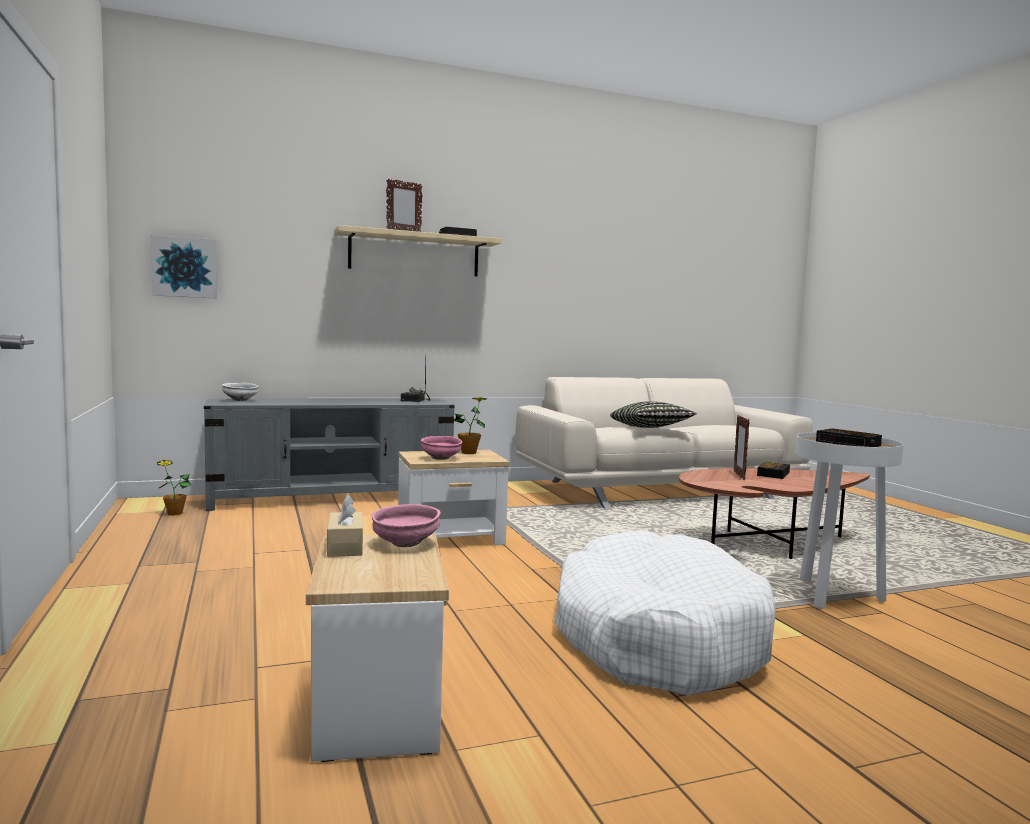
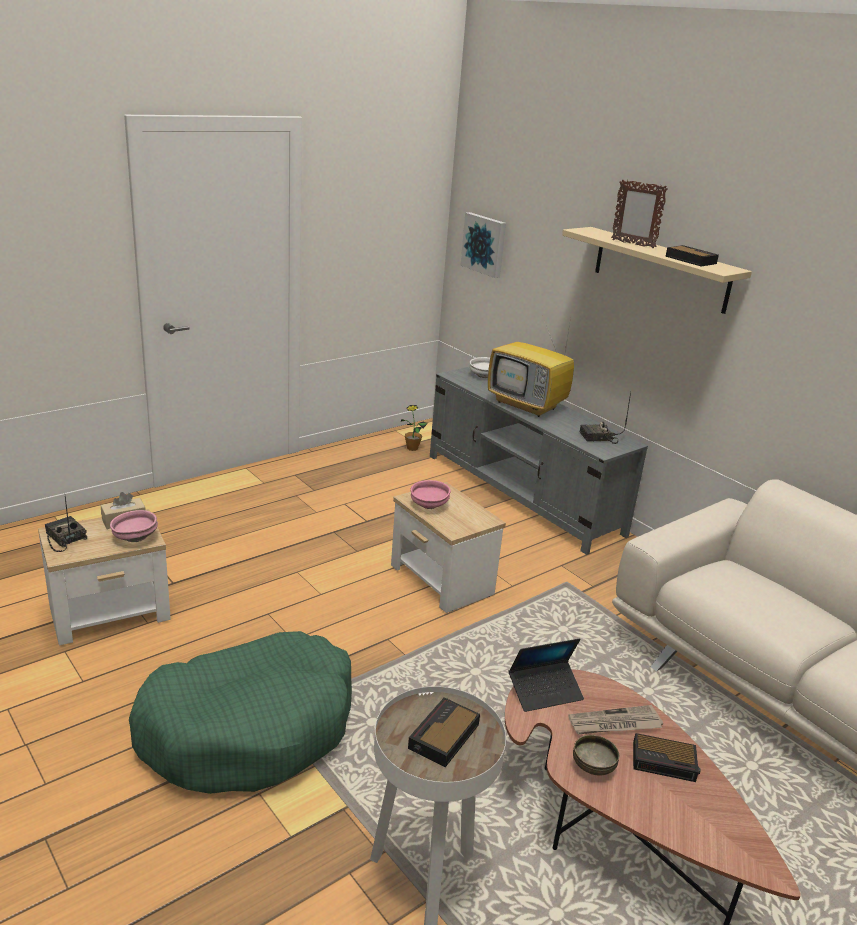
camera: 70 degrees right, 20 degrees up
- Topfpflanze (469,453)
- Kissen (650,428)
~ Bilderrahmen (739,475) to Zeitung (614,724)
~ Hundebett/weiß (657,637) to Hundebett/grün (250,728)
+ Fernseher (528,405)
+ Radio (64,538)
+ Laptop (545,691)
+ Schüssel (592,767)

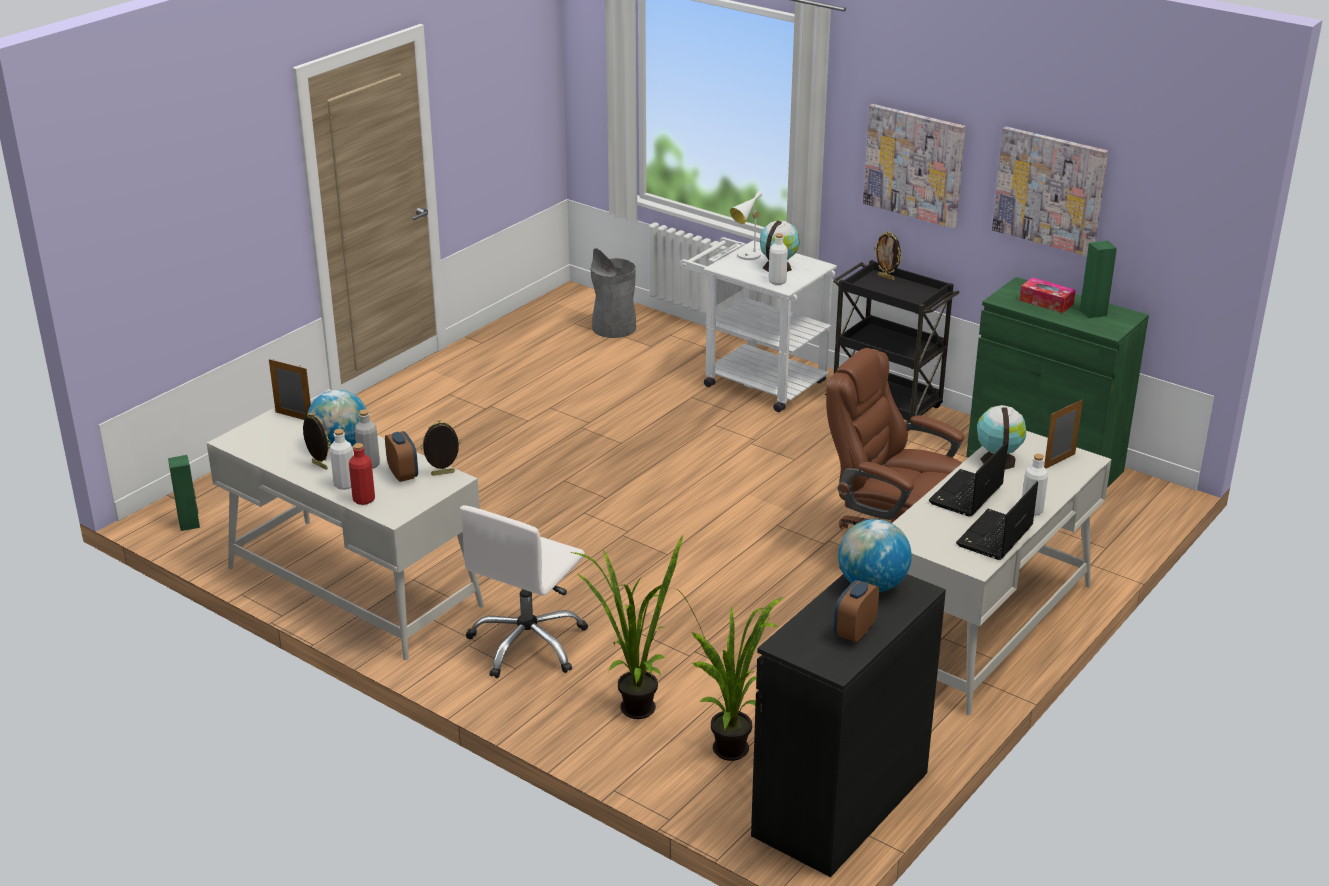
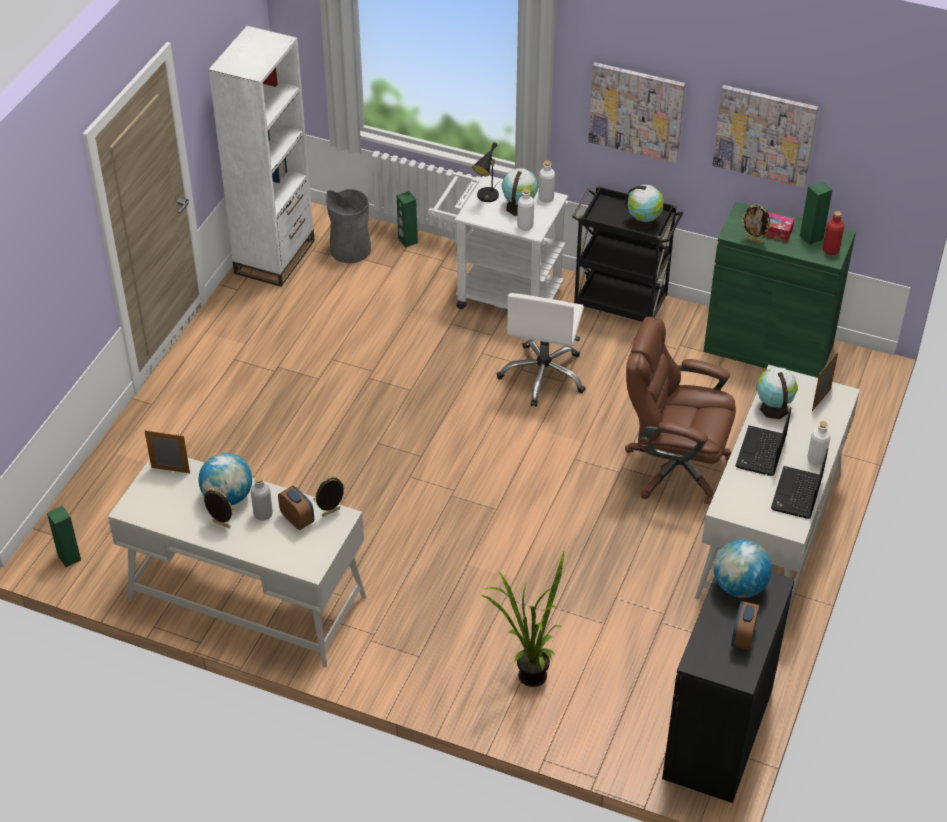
camera: 15 degrees left, 15 degrees up
~ Tischlampe/weiß (746,256) to Tischlampe/schwarz (487,197)
~ Bilderrahmen (886,277) to (753,240)
~ Flasche/weiß (344,484) to (546,198)
~ Flasche/rot (364,499) to (830,250)
~ Bürostuhl/weiß (528,644) to (543,375)
- Topfpflanze (732,756)
+ Bücherregal/weiß (275,257)
+ Globus (643,223)
+ Lautsprecher/grün (407,241)

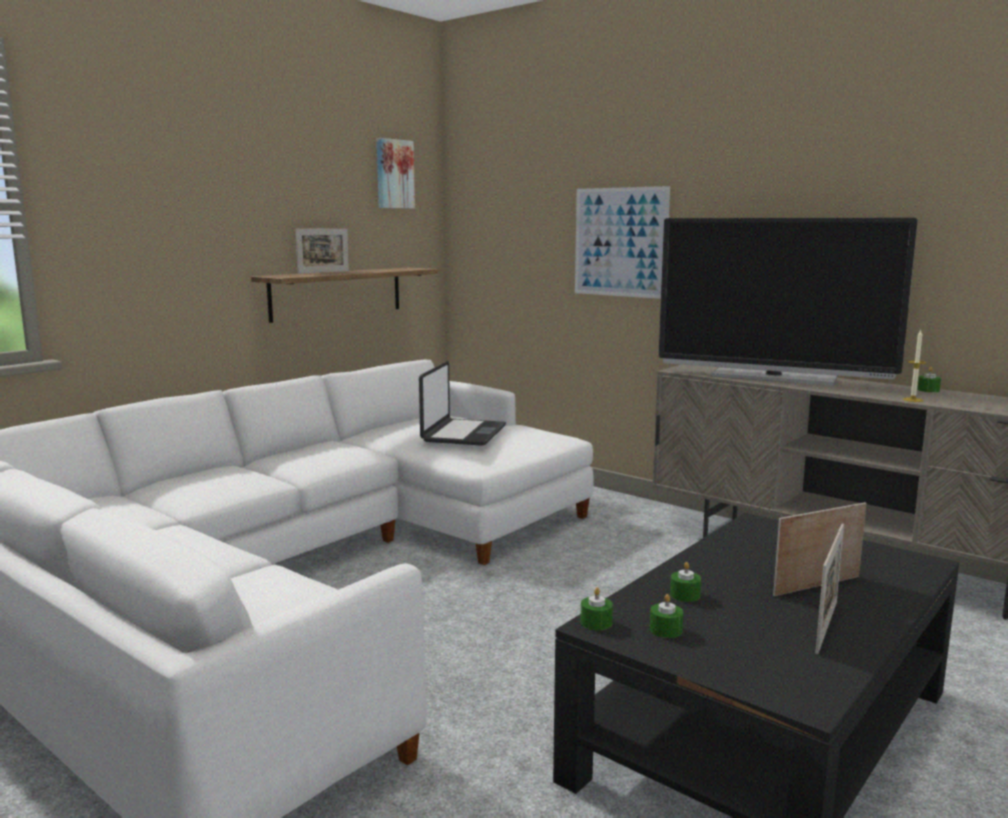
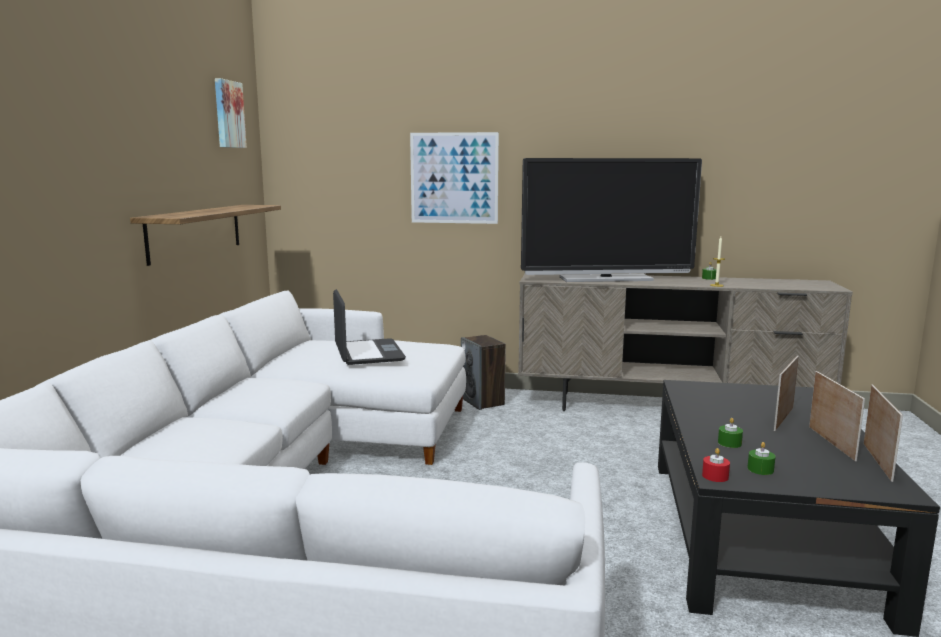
camera: 30 degrees left, 0 degrees up
~ Bilderrahmen (323,272) to (877,461)
~ Kerze/grün (596,622) to Kerze/rot (715,476)
+ Lautsprecher (483,401)

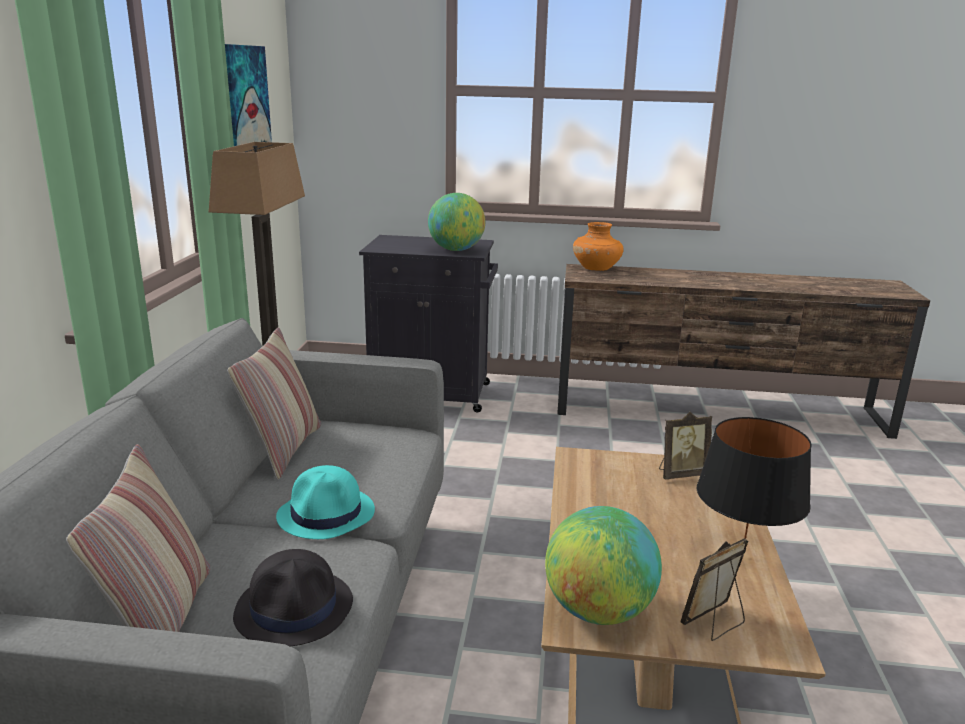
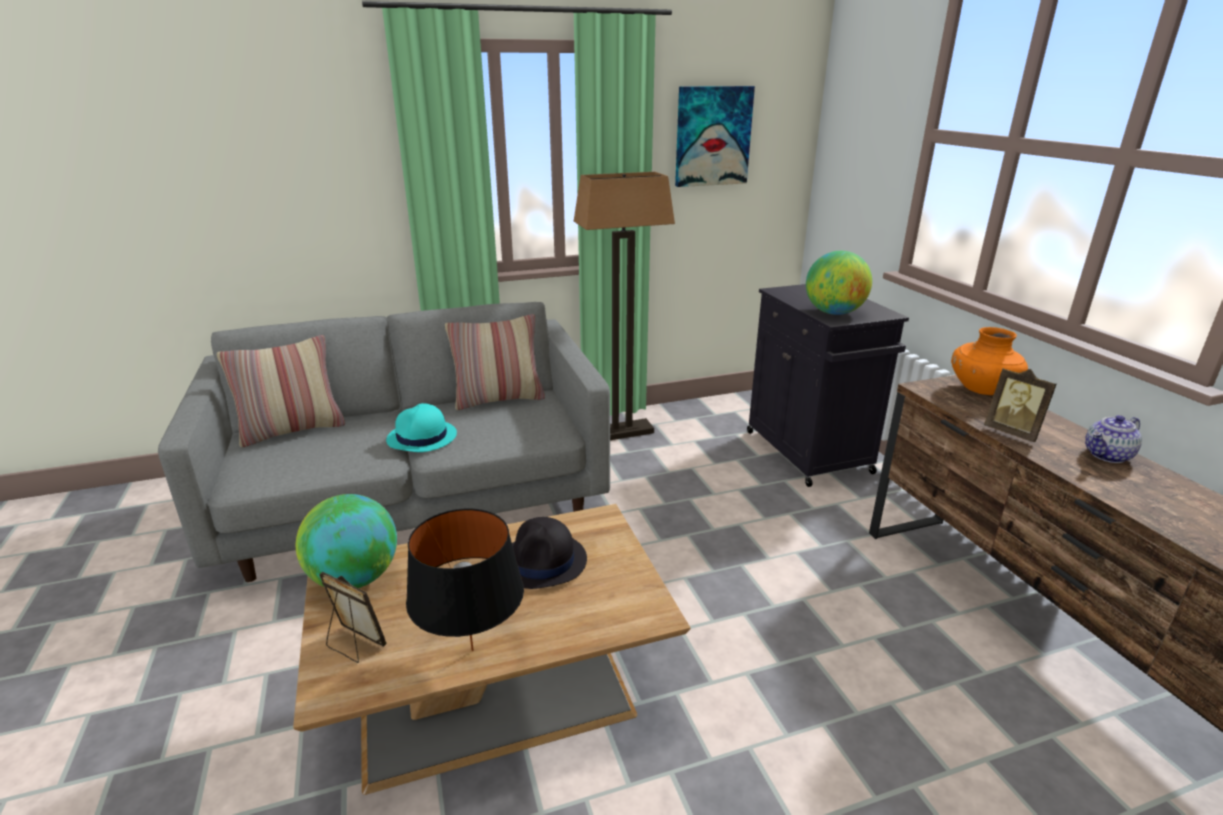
camera: 65 degrees right, 5 degrees up
~ Bilderrahmen (681,474) to (1013,432)
~ Hut/schwarz (295,608) to (543,562)
+ Teekanne (1107,456)

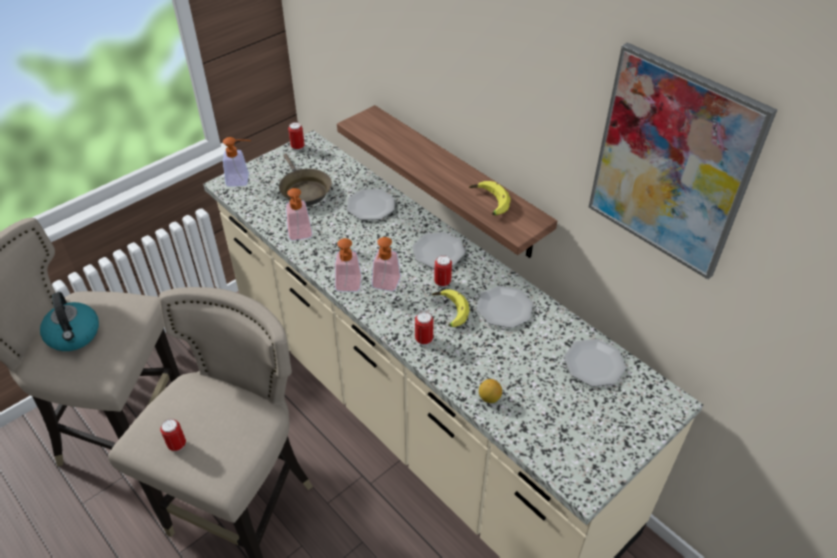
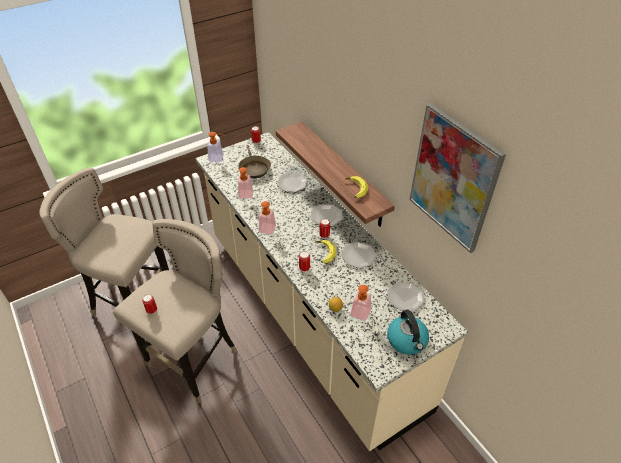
camera: 10 degrees right, 0 degrees up
~ Seifenspender (384,286) to (359,316)
~ Wasserkessel (74,335) to (407,341)

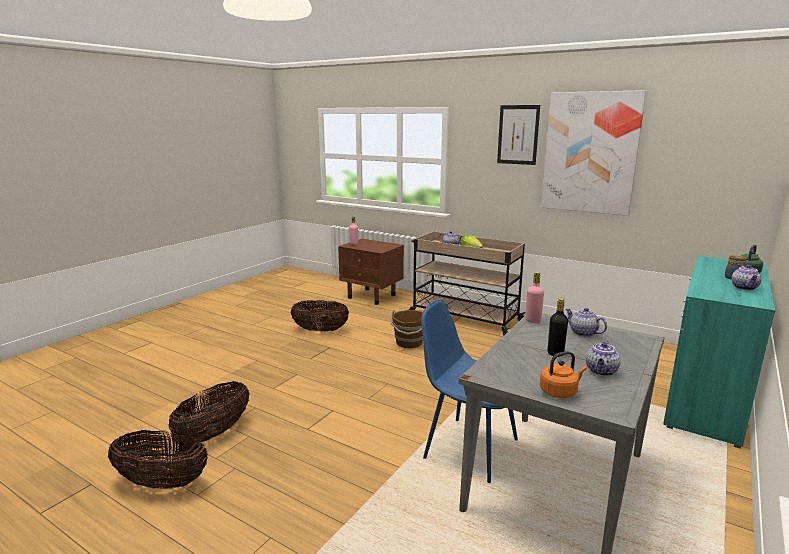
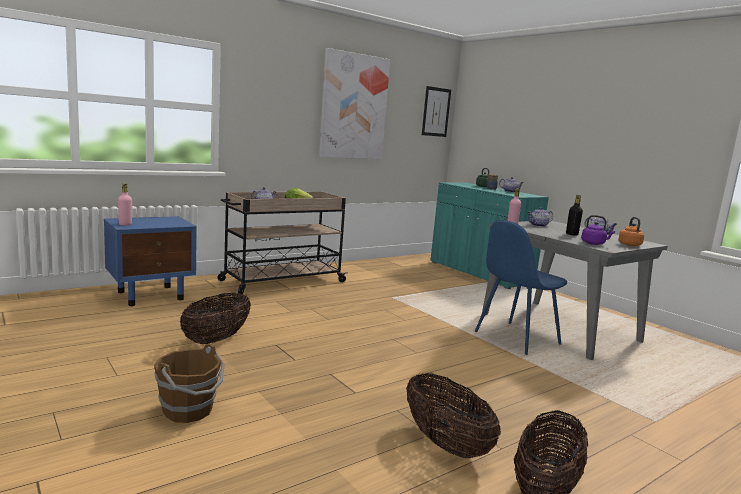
camera: 70 degrees left, 5 degrees down
~ Bild (518,135) to (436,112)
~ Nachttisch/braun (372,296) to Nachttisch/blau (151,295)
~ Eimer/braun (409,343) to (189,410)
+ Wasserkessel/lila (594,243)

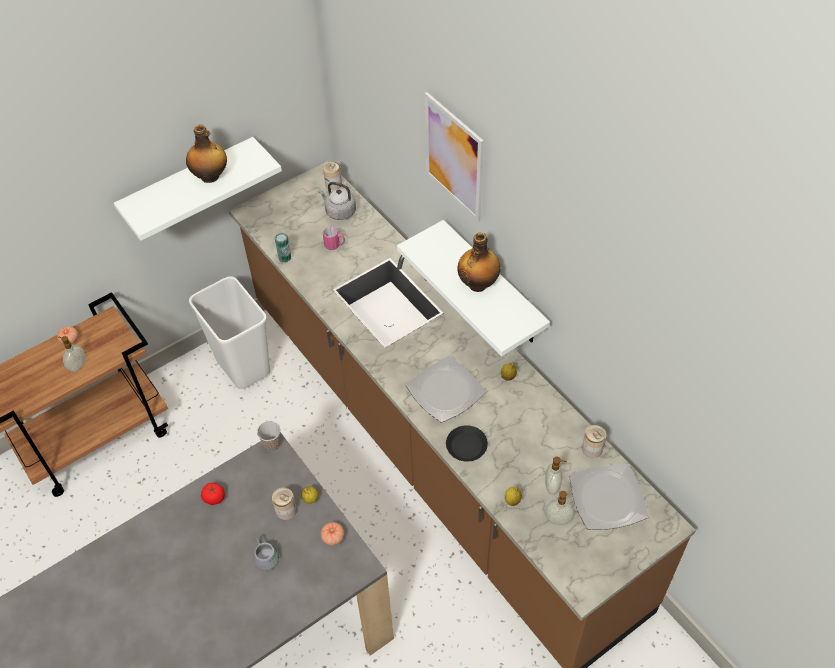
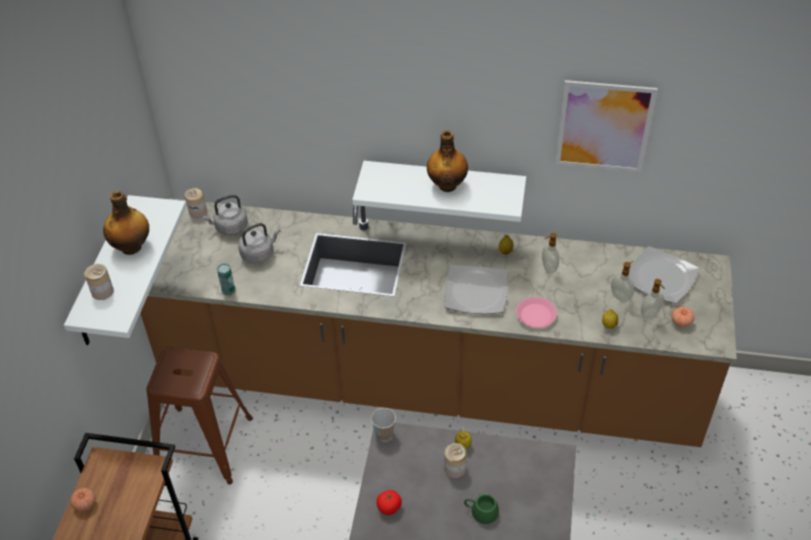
camera: 45 degrees left, 5 degrees down
~ Bild (454,157) to (604,126)
~ Henkelbecher/rosa (335,245) to Wasserkessel/grau (259,253)
~ Mülleimer/weiß (241,366) to Hocker/braun (202,445)
~ Seifenspender (77,365) to (548,268)
~ Teller/schwarz (466,445) to Teller/rosa (535,315)
~ Dose (592,448) to (102,291)
~ Tomate (333,537) to (681,322)
~ Henkelbecher/grau (267,555) to Henkelbecher/grün (481,509)

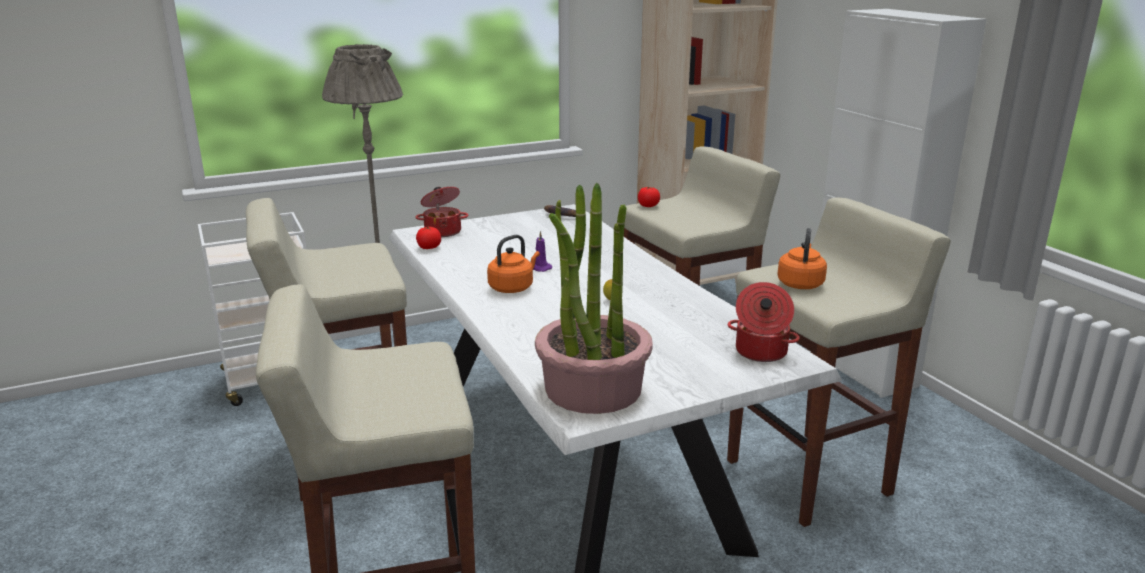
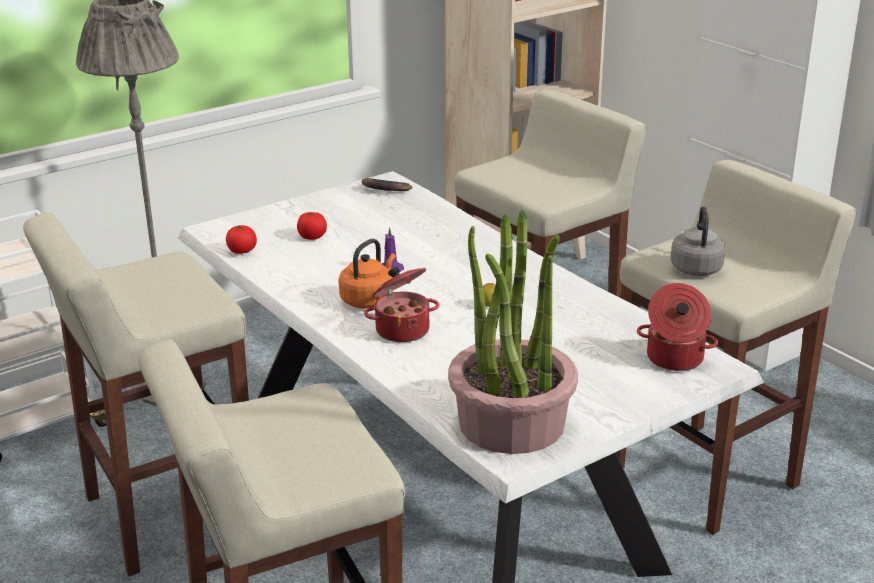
camera: 10 degrees left, 5 degrees up
~ Kochtopf (443,231) to (402,329)
~ Tomate (648,206) to (312,237)
~ Wasserkessel/orange (800,283) to Wasserkessel/grau (696,268)

